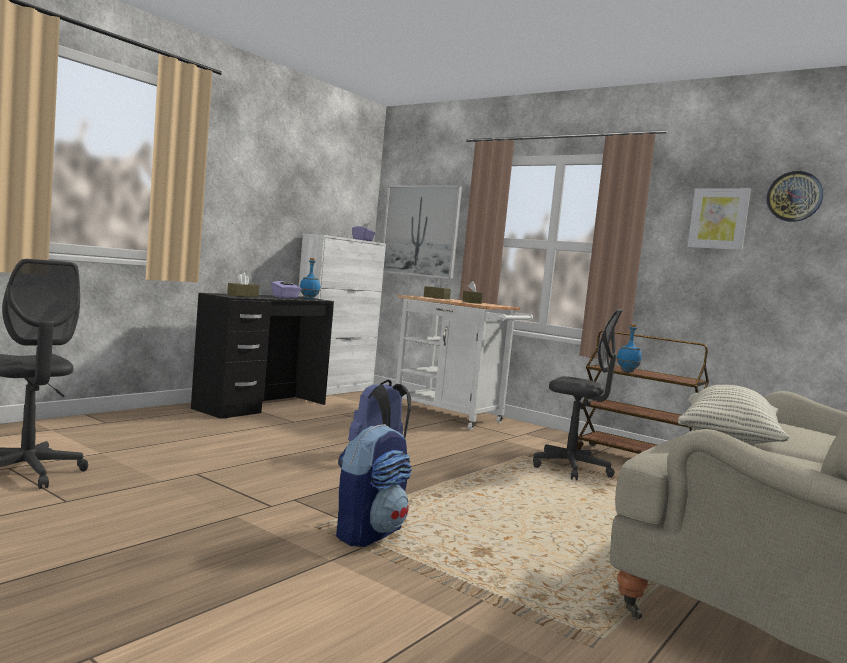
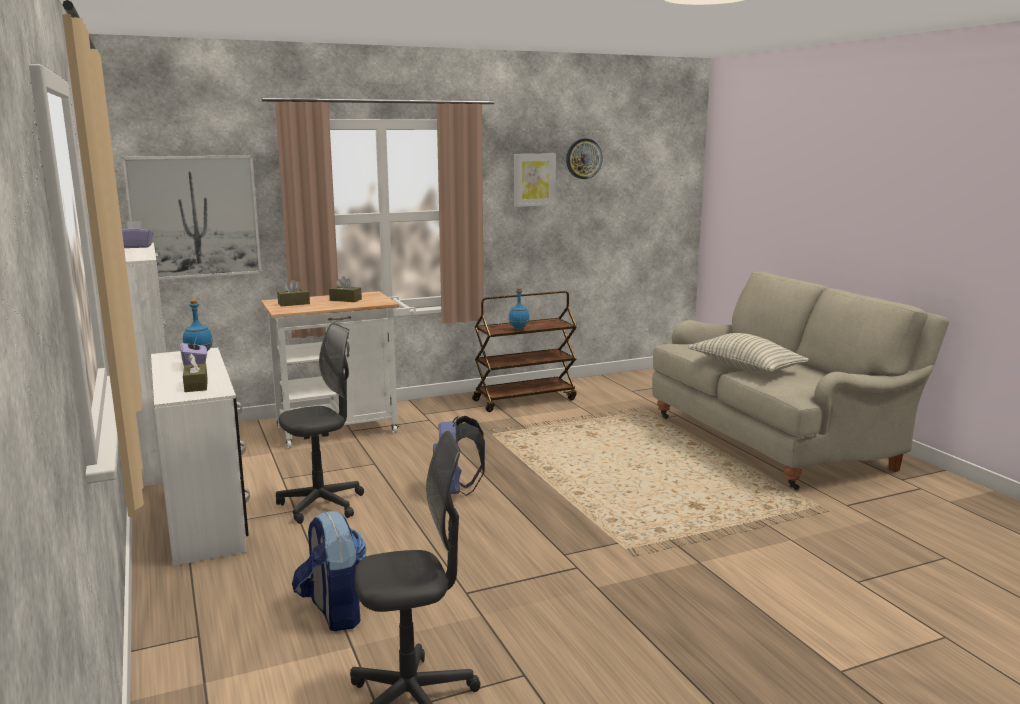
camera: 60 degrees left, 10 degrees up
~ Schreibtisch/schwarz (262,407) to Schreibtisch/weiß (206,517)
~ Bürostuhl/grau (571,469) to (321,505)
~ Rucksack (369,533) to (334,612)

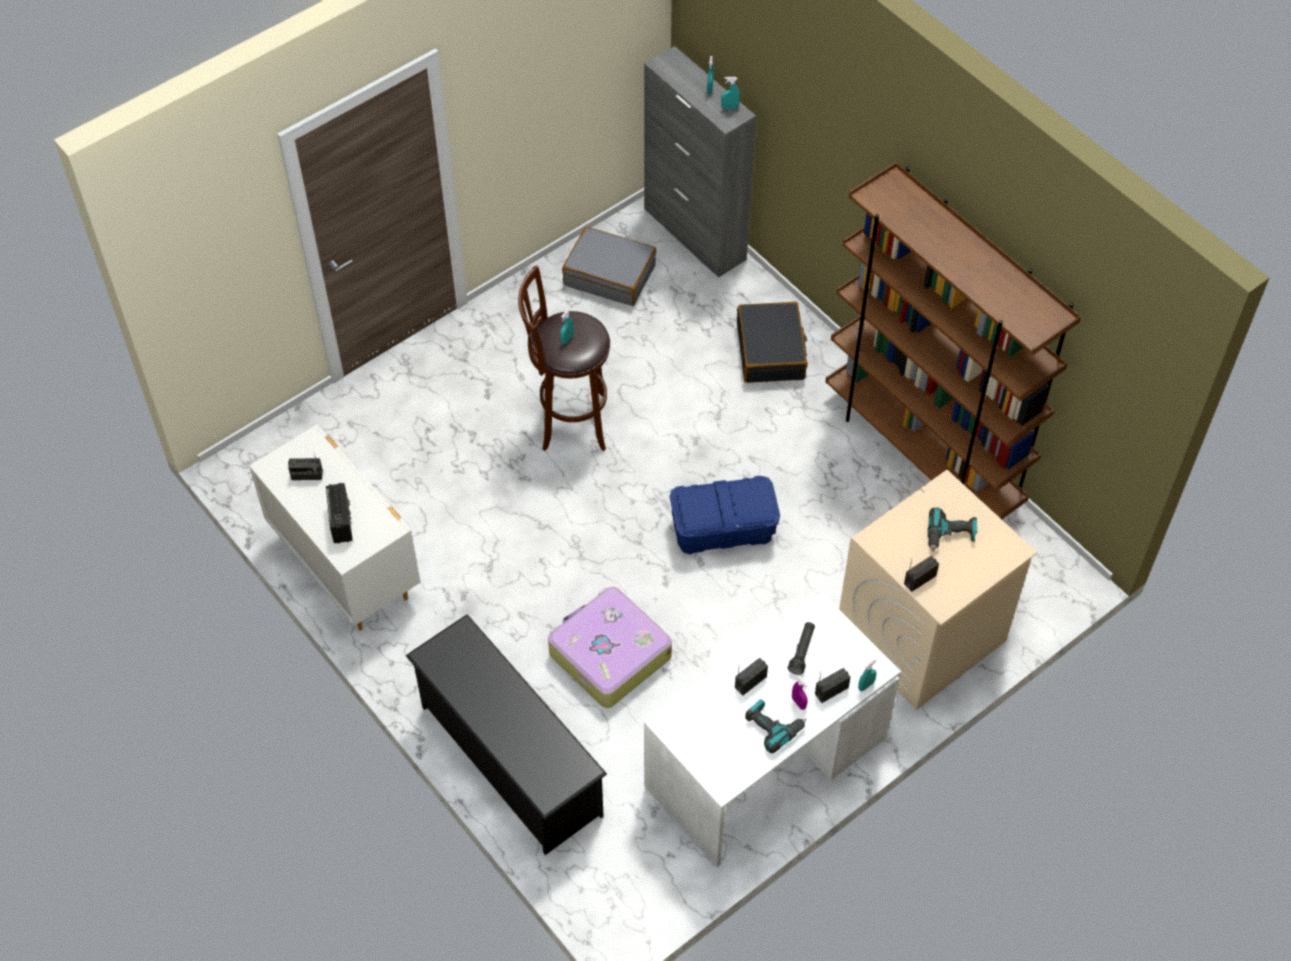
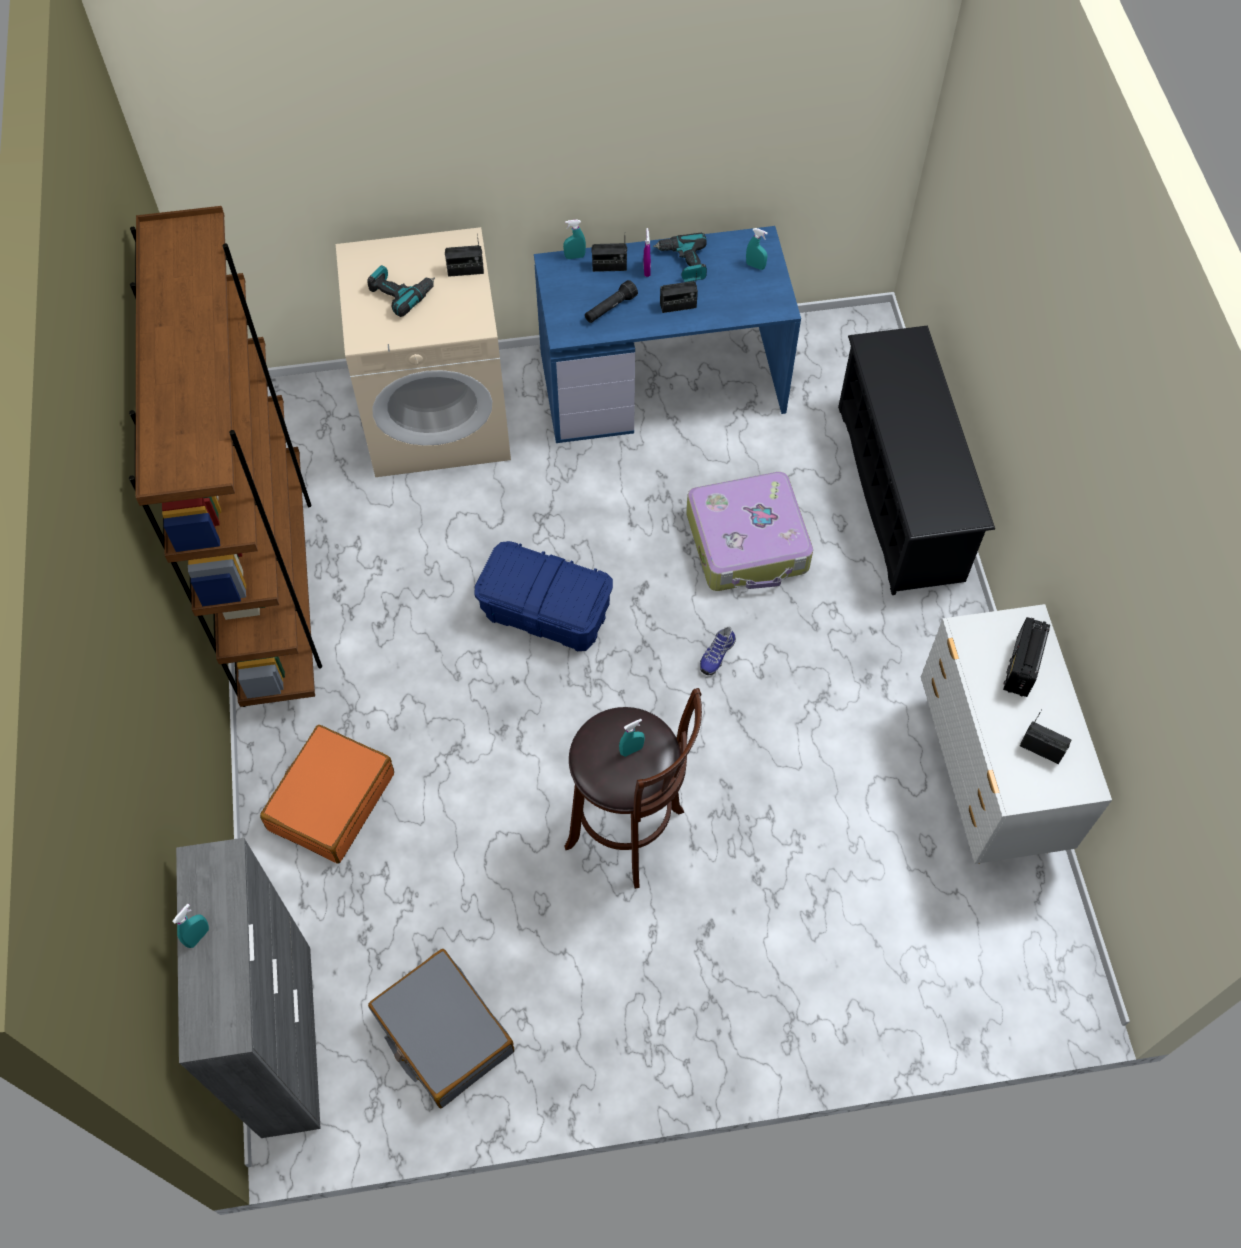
camera: 150 degrees left, 5 degrees up
~ Sprühflasche/türkis (730,107) to (755,266)
~ Koffer/schwarz (771,351) to Koffer/orange (331,801)
~ Schreibtisch/weiß (766,763) to Schreibtisch/blau (663,381)
+ Schuh (716,654)

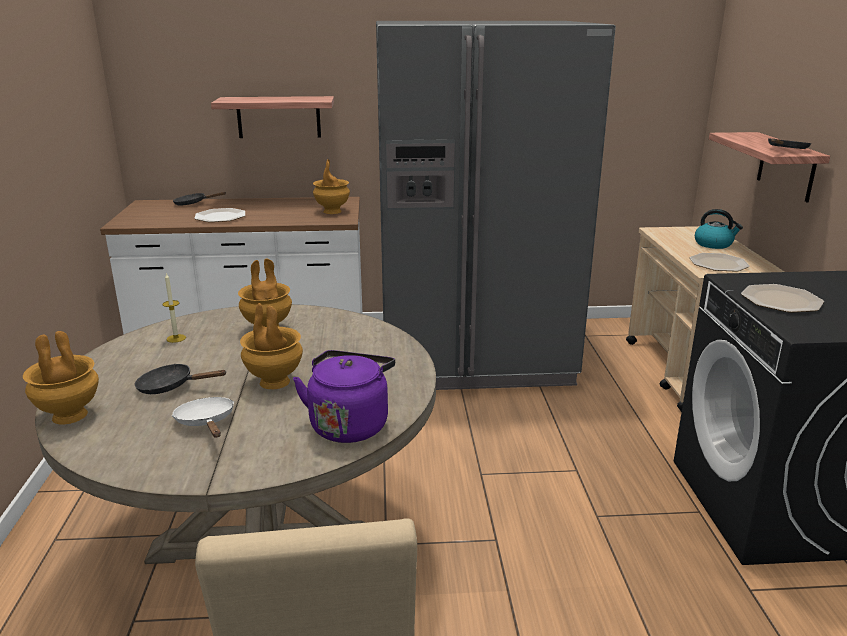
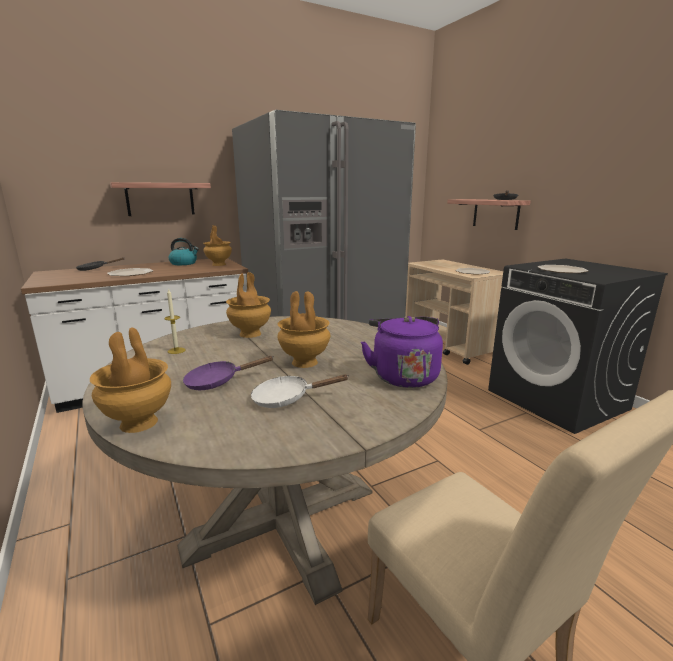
camera: 25 degrees left, 5 degrees down
~ Wasserkessel (714,244) to (184,263)
~ Pfanne/schwarz (171,387) to Pfanne/lila (217,382)
~ Pfanne/weiß (206,422) = (287,399) 45 degrees counterclockwise

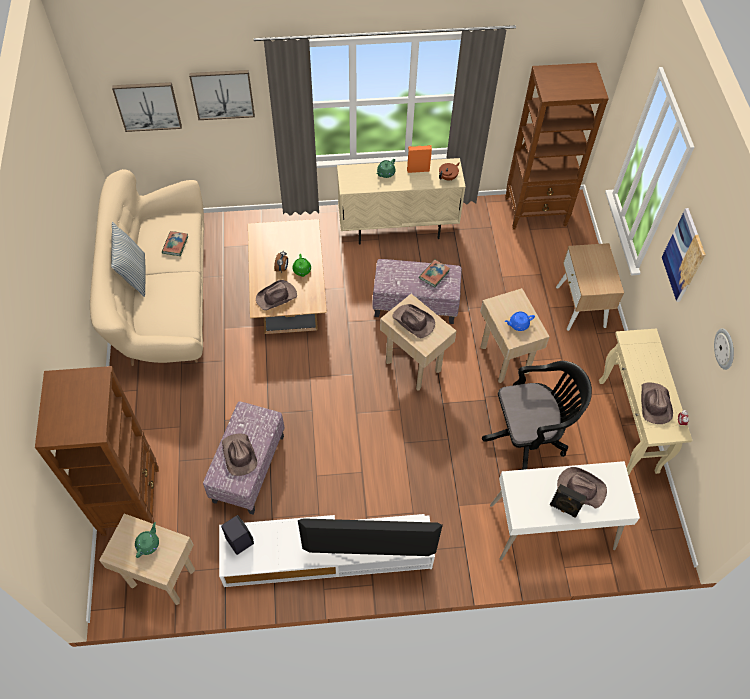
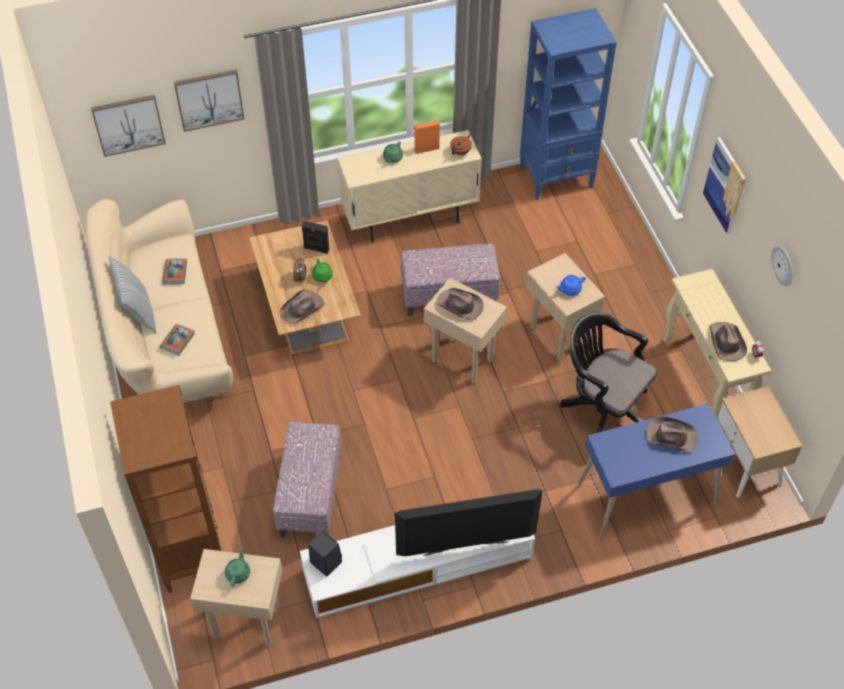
camera: 10 degrees left, 5 degrees down
~ Bücherregal/braun (536,211) to Bücherregal/blau (557,177)
~ Nachttisch/beige (581,307) to (745,464)
~ Buch (434,274) to (177,341)
~ Bürostuhl/schwarz (529,435) = (602,407) 120 degrees counterclockwise
- Hut/braun (239,455)
~ Schreibtisch/weiß (551,527) to Schreibtisch/blau (647,494)
~ Lautsprecher/schwarz (563,509) to (316,249)

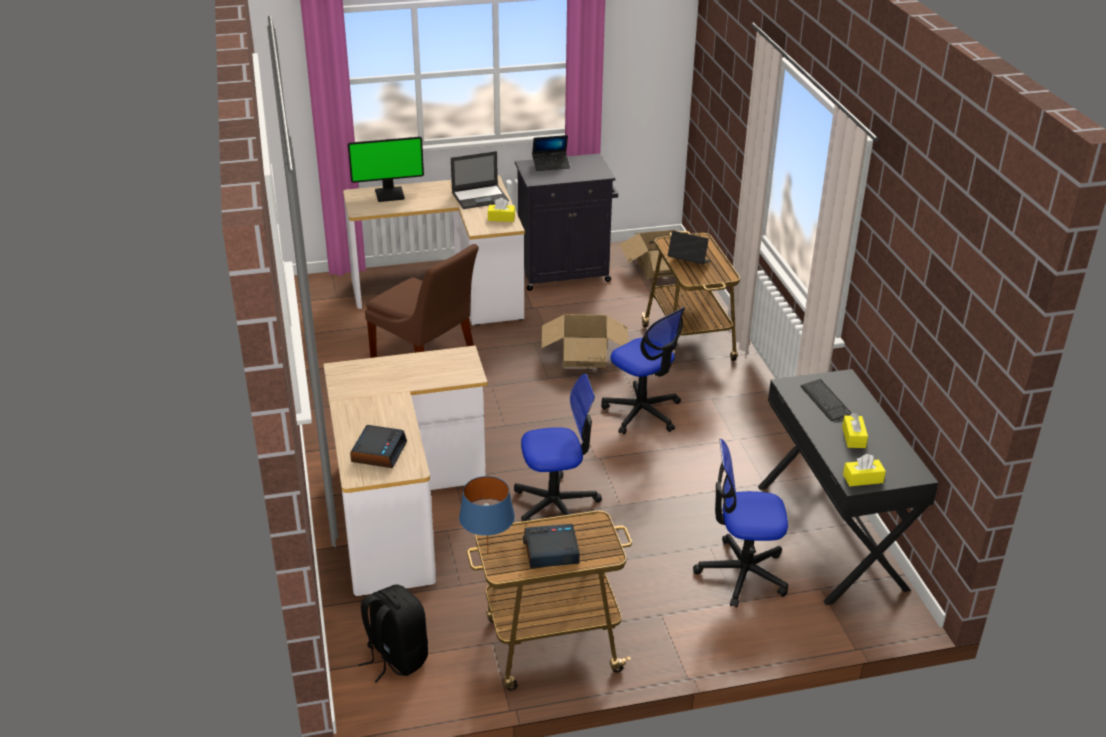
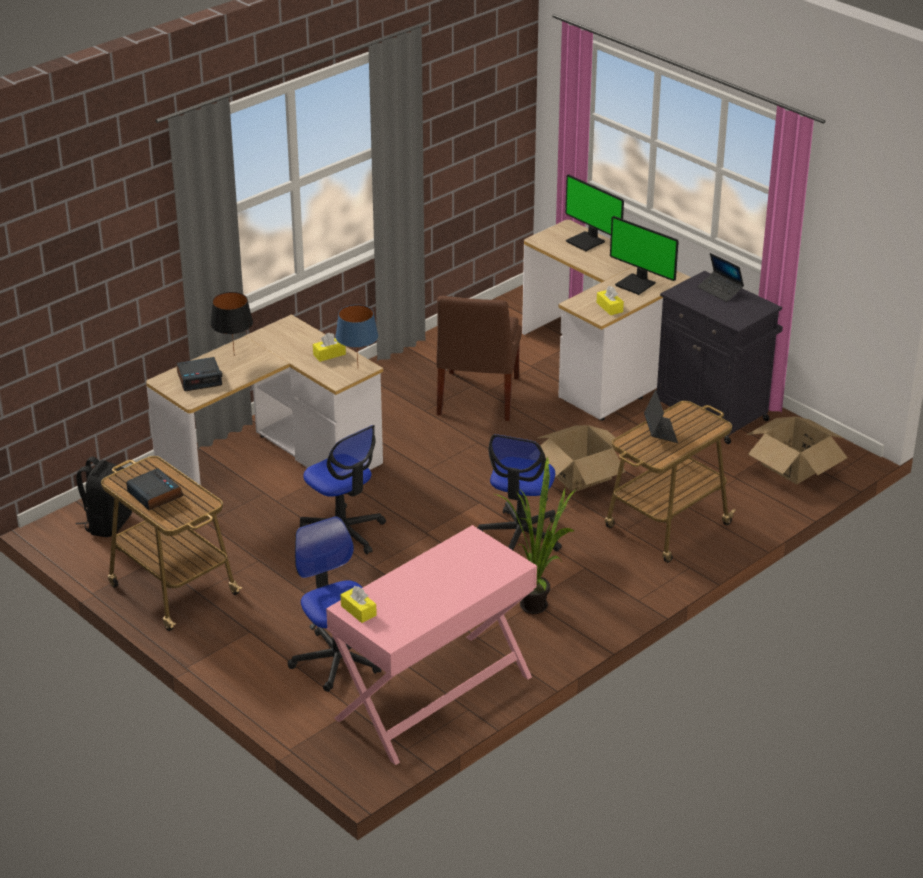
camera: 60 degrees right, 0 degrees up
~ Laptop (480,197) to Monitor (637,284)
~ Schreibtisch/schwarz (832,536) to Schreibtisch/rosa (435,698)
- Tastatur (825,401)
~ Taschentuchbox/gelb (853,437) to (329,354)
~ Tischlampe/blau (487,554) to (357,368)
+ Tischlampe/schwarz (233,356)
+ Topfpflanze (538,603)

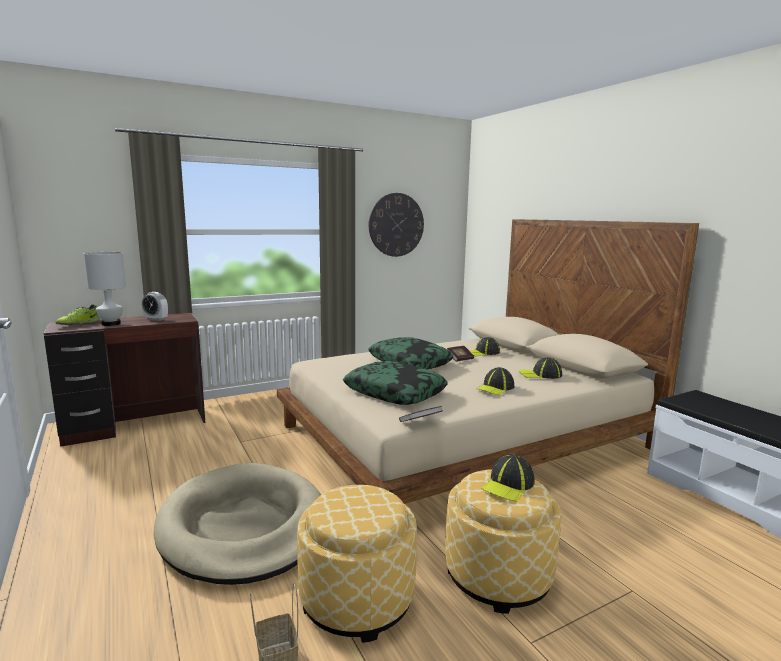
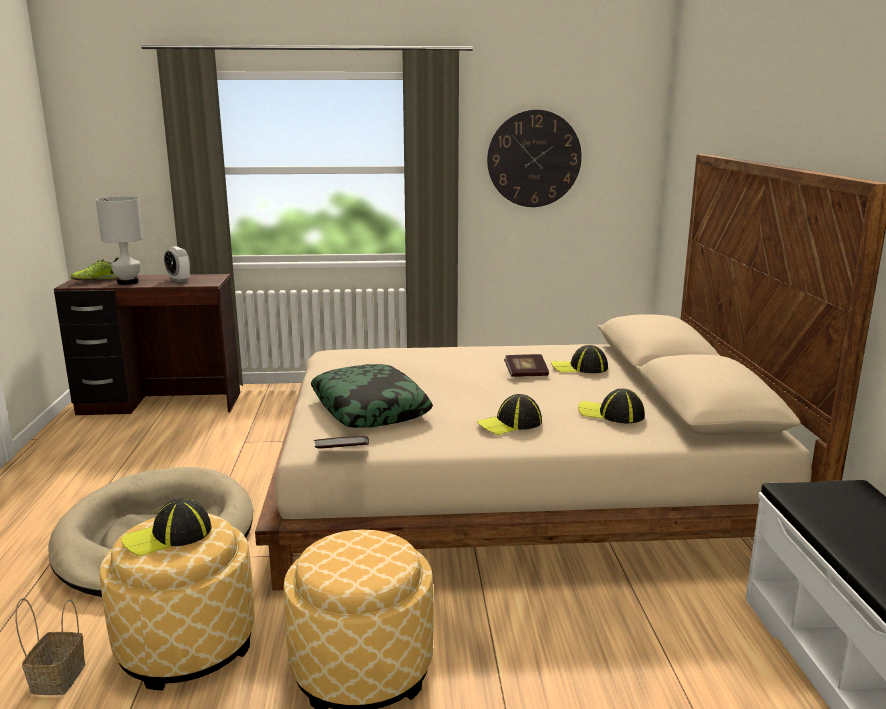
camera: 25 degrees right, 5 degrees up
- Kissen (410,362)
~ Kappe (508,485) to (168,536)

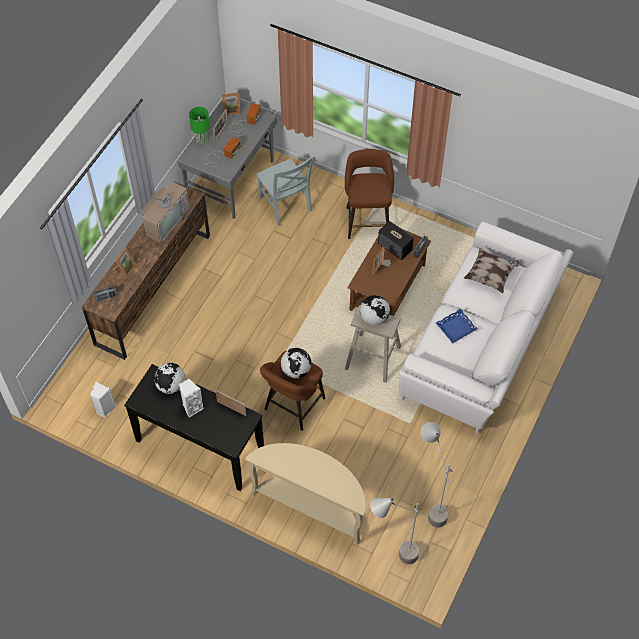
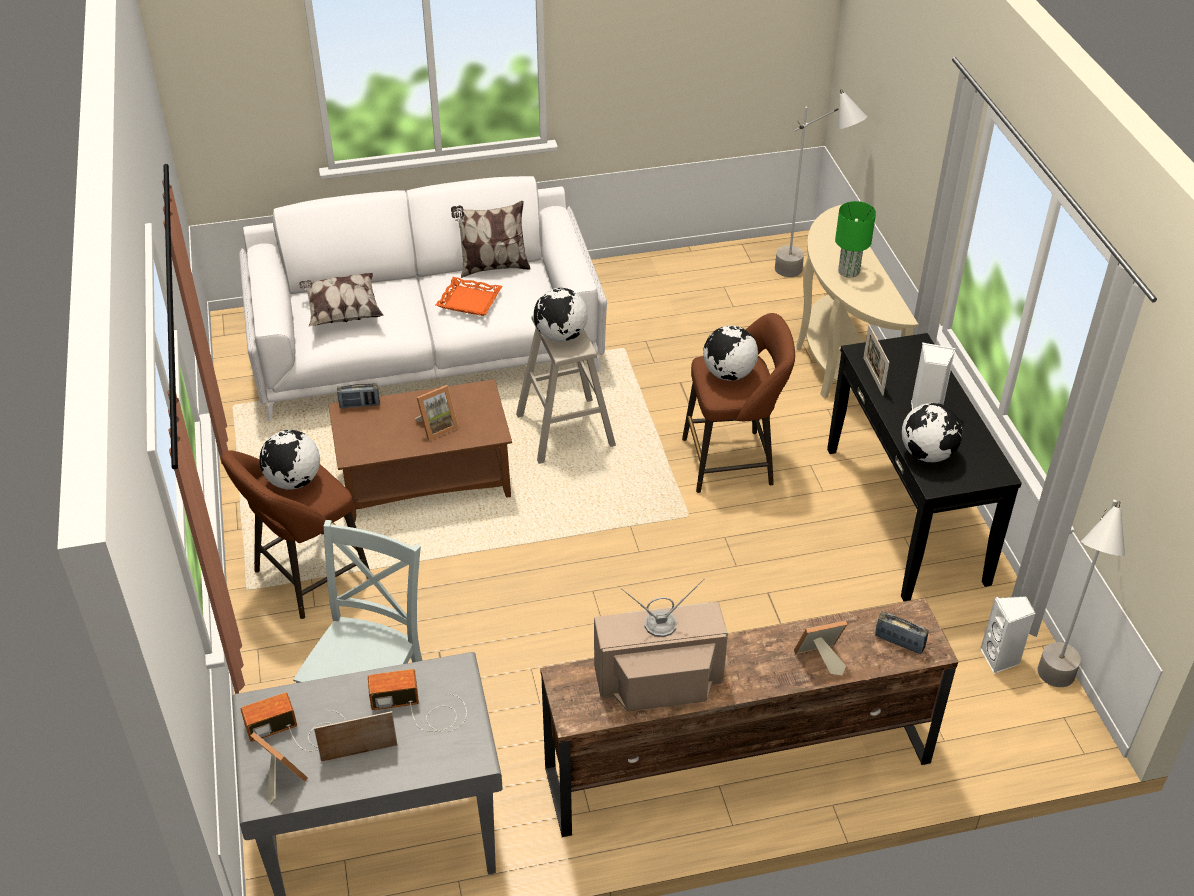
camera: 130 degrees left, 15 degrees down
~ Tischlampe/grün (201,139) to (849,271)
- Lautsprecher (395,247)
~ Tablett/blau (456,327) to Tablett/orange (469,301)
~ Stehlampe/grau (429,505) to (1050,695)
+ Kissen (492,267)
+ Globus (293,481)

